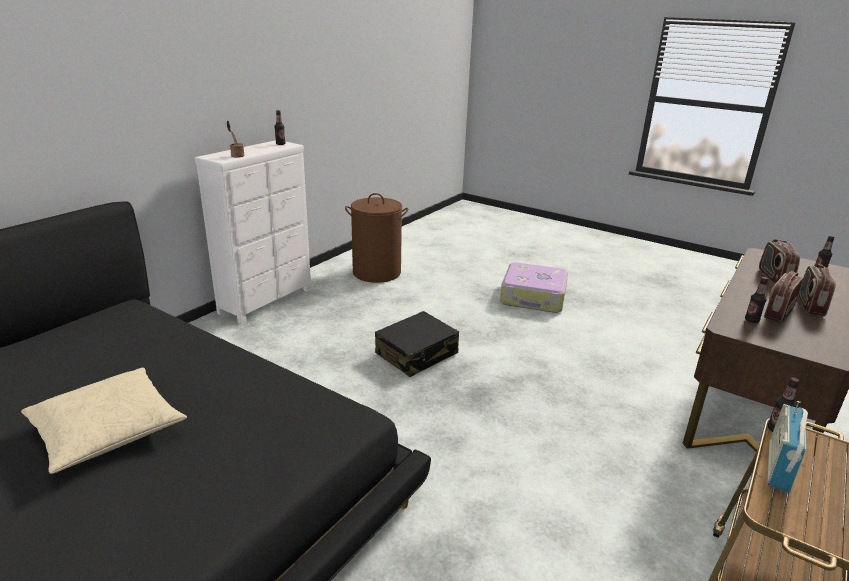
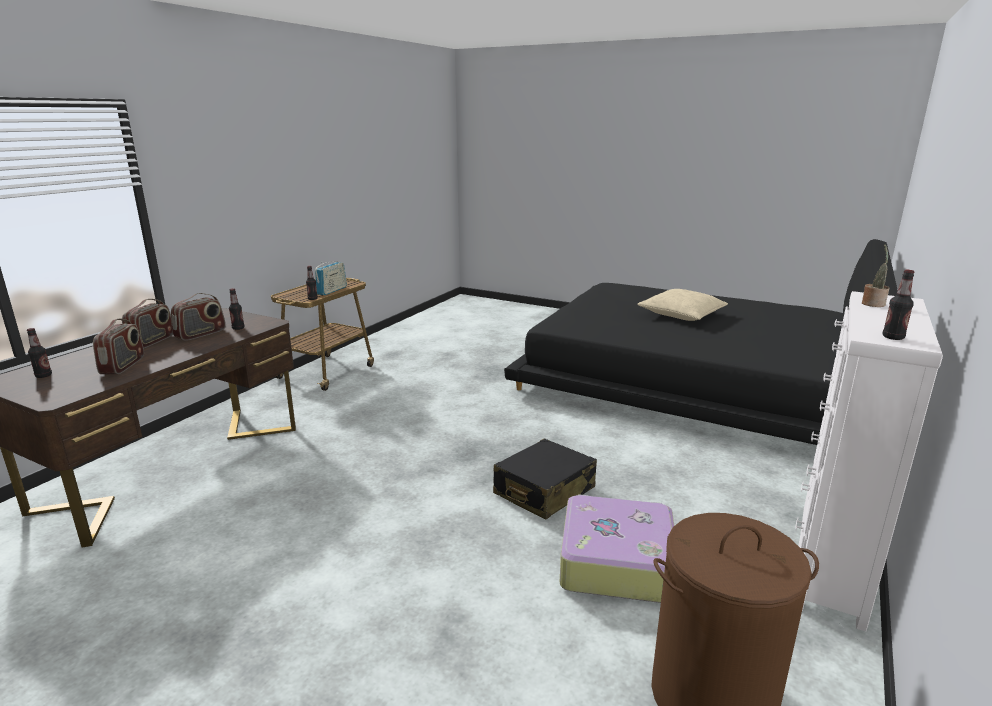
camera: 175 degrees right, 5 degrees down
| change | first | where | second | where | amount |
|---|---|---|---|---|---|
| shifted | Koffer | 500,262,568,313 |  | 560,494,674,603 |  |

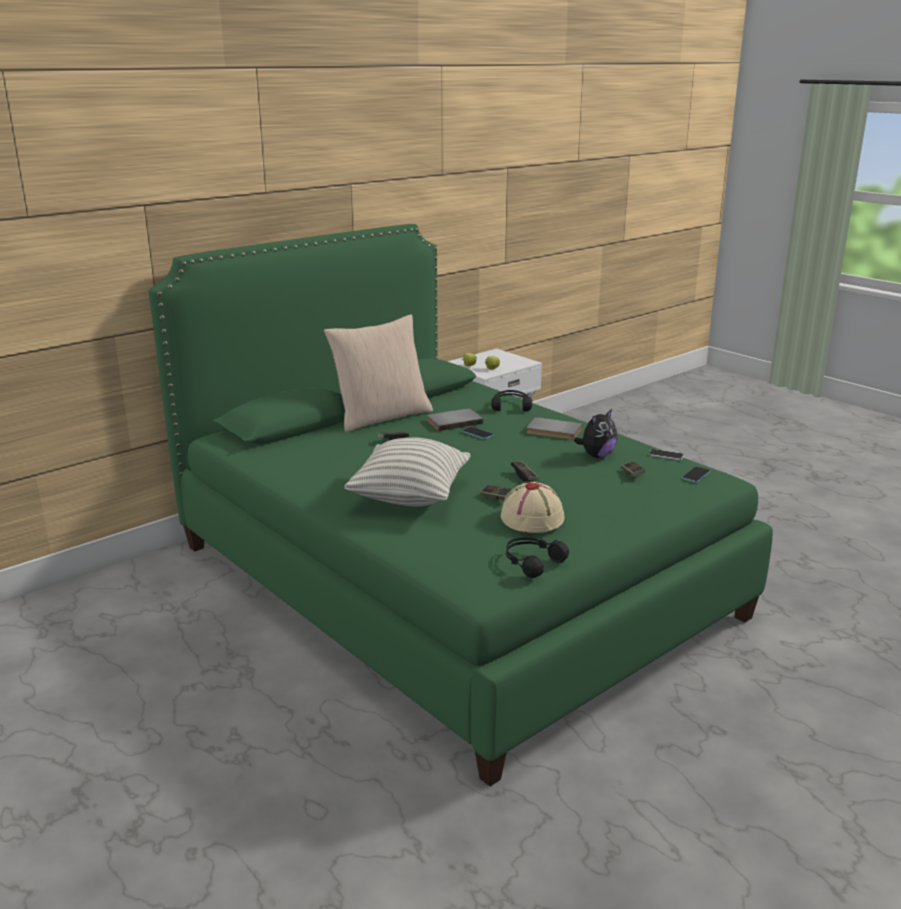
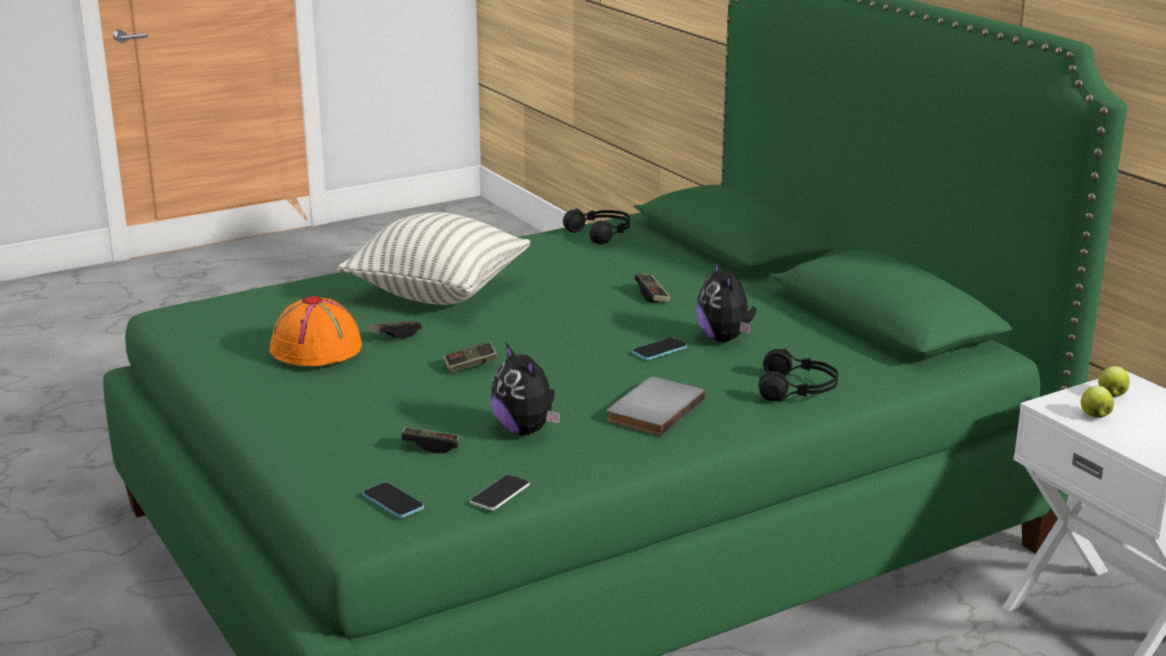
camera: 100 degrees right, 0 degrees up
| change | first | where | second | where | amount |
|---|---|---|---|---|---|
| repainted | Hut (beige) | 501,482,565,533 | Hut (orange) | 270,296,362,366 |  |
| shifted | Kopfhörer (schwarz) | 506,537,569,578 |  | 563,208,630,244 |  |
| swapped | Buch (grau) | 427,408,483,431 | Plüschtier | 696,260,757,342 |  |
| gone | Kissen (beige) | 324,314,433,432 |  |  |  |

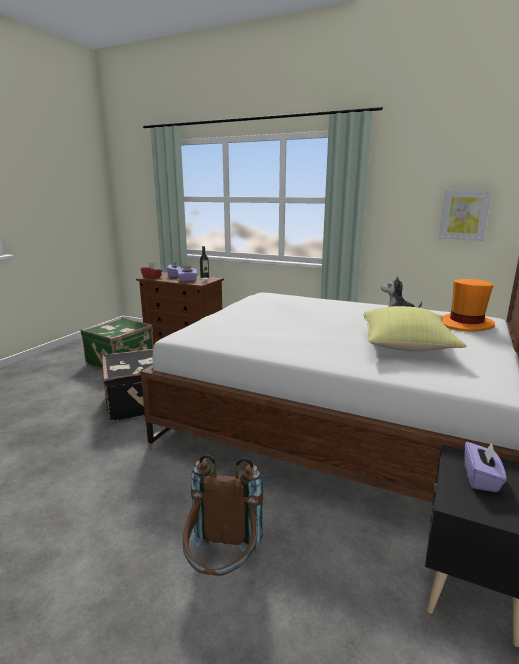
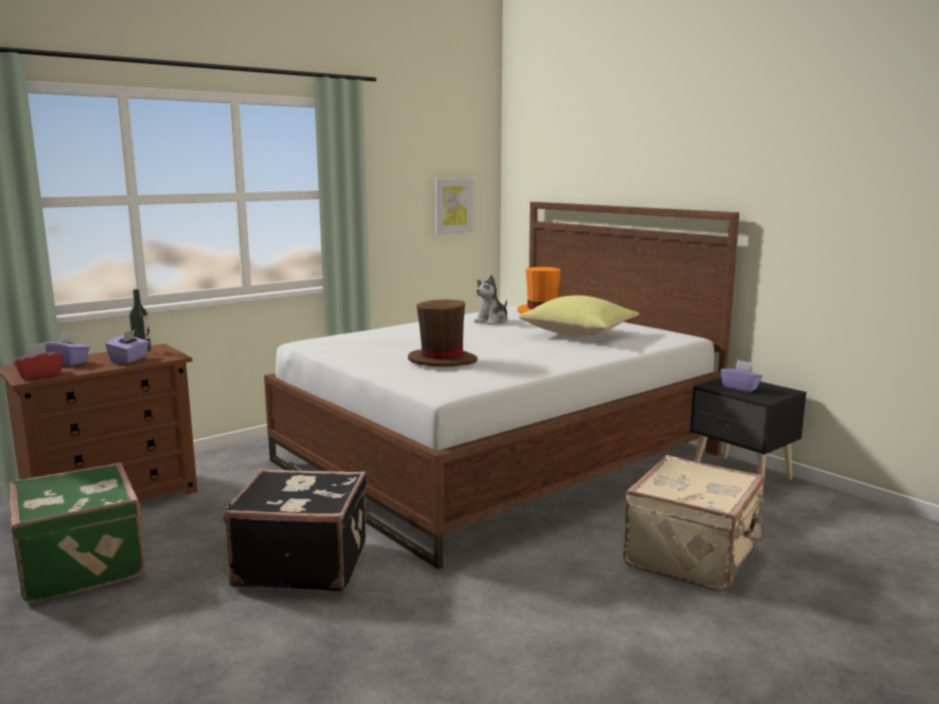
camera: 65 degrees left, 5 degrees down
| change | first | where | second | where | amount |
|---|---|---|---|---|---|
| new |  |  | Hut (braun) | 408,299,477,367 |  |
| swapped | Rucksack (braun) | 182,454,263,576 | Koffer (beige) | 623,455,764,592 |  |

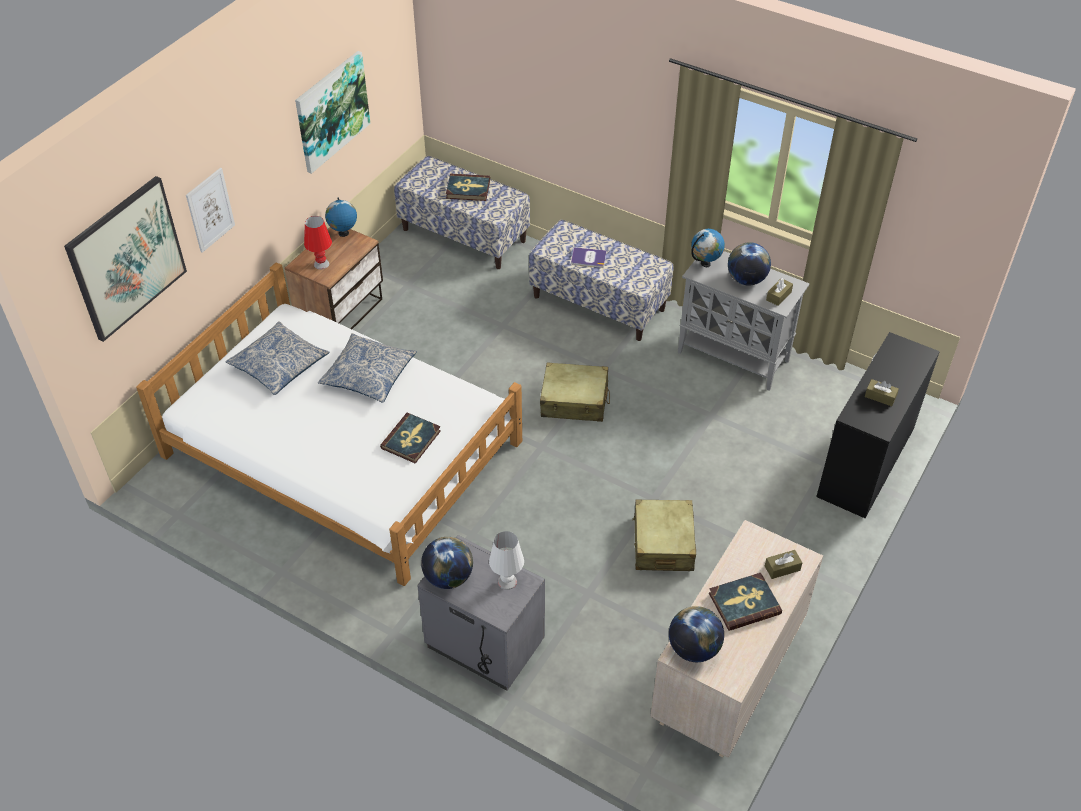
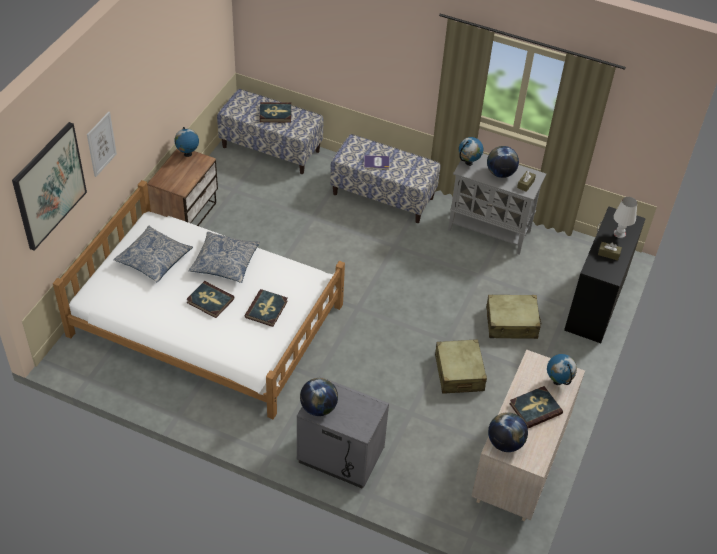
camera: 10 degrees left, 0 degrees up
| change | first | where | second | where | amount |
|---|---|---|---|---|---|
| new |  |  | Buch | 186,281,234,318 |  |
| shifted | Koffer (beige) | 540,363,610,422 |  | 486,295,542,339 |  |
| swapped | Taschentuchbox (braun) | 765,550,802,579 | Globus | 547,354,577,385 |  |
| shifted | Tischlampe (weiß) | 489,531,524,590 |  | 614,197,637,238 |  |
| gone | Bild | 295,51,370,174 |  |  |  |
| gone | Tischlampe (rot) | 304,216,332,269 |  |  |  |

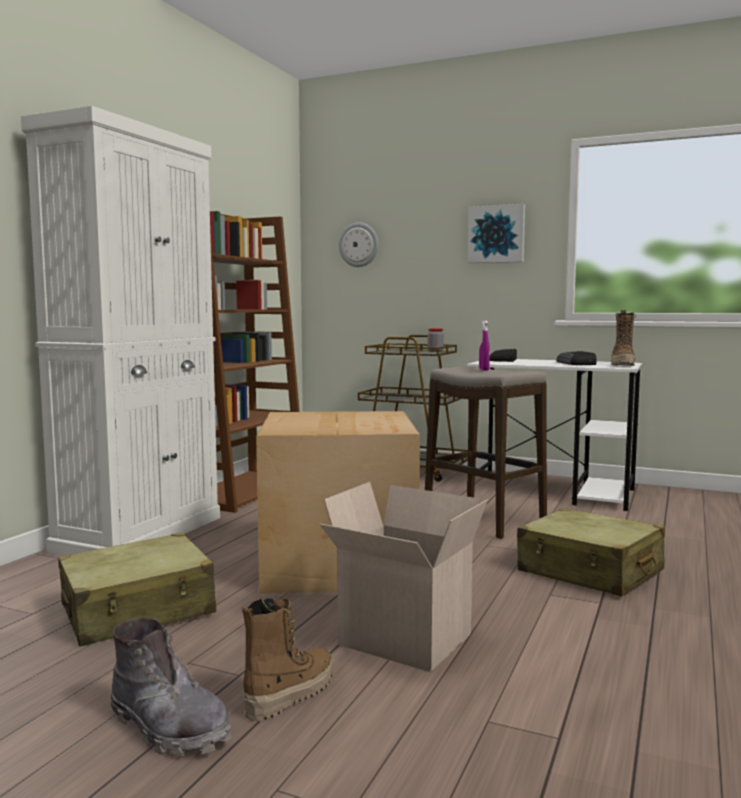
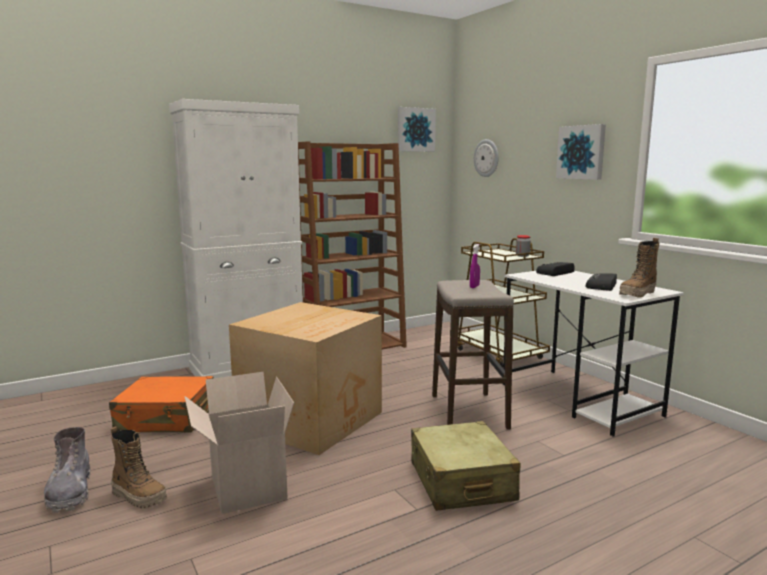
camera: 35 degrees right, 5 degrees up
| change | first | where | second | where | amount |
|---|---|---|---|---|---|
| repainted | Koffer (beige) | 58,533,216,647 | Koffer (orange) | 109,376,214,433 |  |
| rotated | Stiefel | 242,598,332,721 |  | 111,426,167,508 | 45 degrees clockwise |
| new |  |  | Bild | 398,107,436,152 |  |

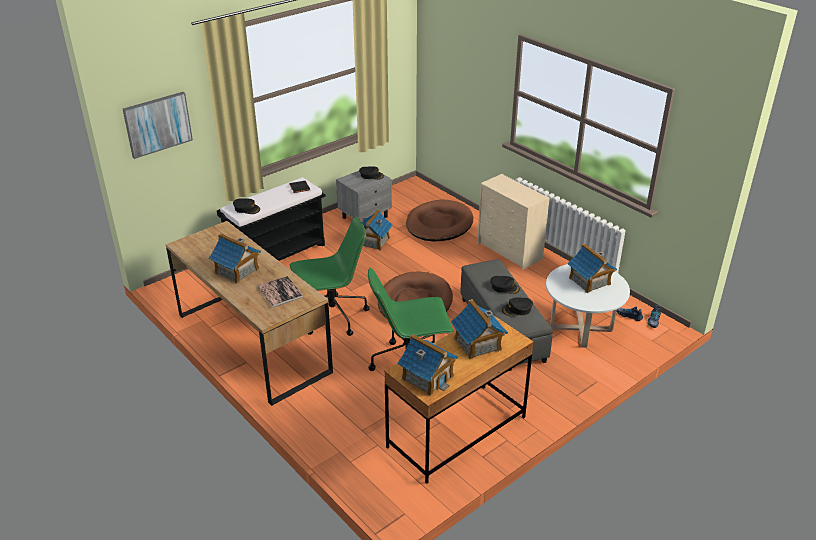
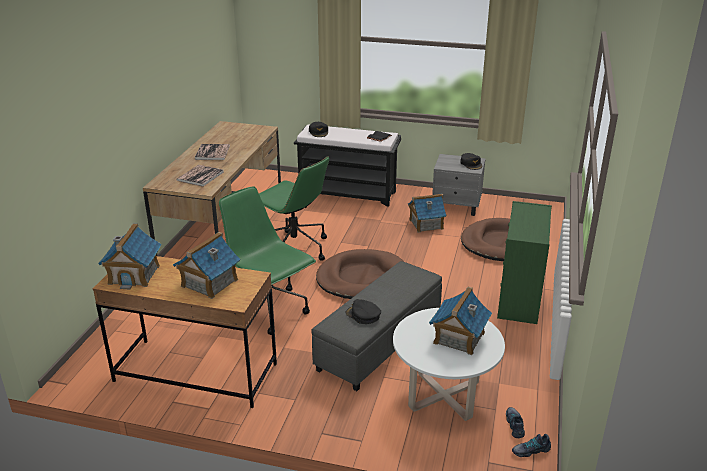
camera: 55 degrees right, 5 degrees down
| change | first | where | second | where | amount |
|---|---|---|---|---|---|
| swapped | Spielzeughaus | 209,233,261,284 | Buch | 194,144,230,160 |  |
| repainted | Kommode (beige) | 477,174,550,270 | Kommode (grün) | 497,201,552,324 |  |
| gone | Bild | 123,92,193,159 |  |  |  |
| gone | Kappe (schwarz) | 490,276,520,294 |  |  |  |

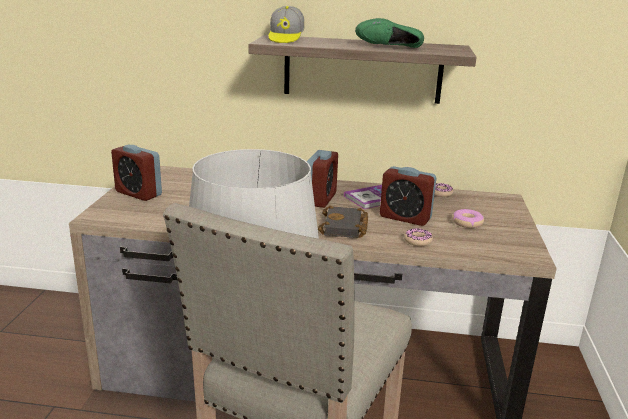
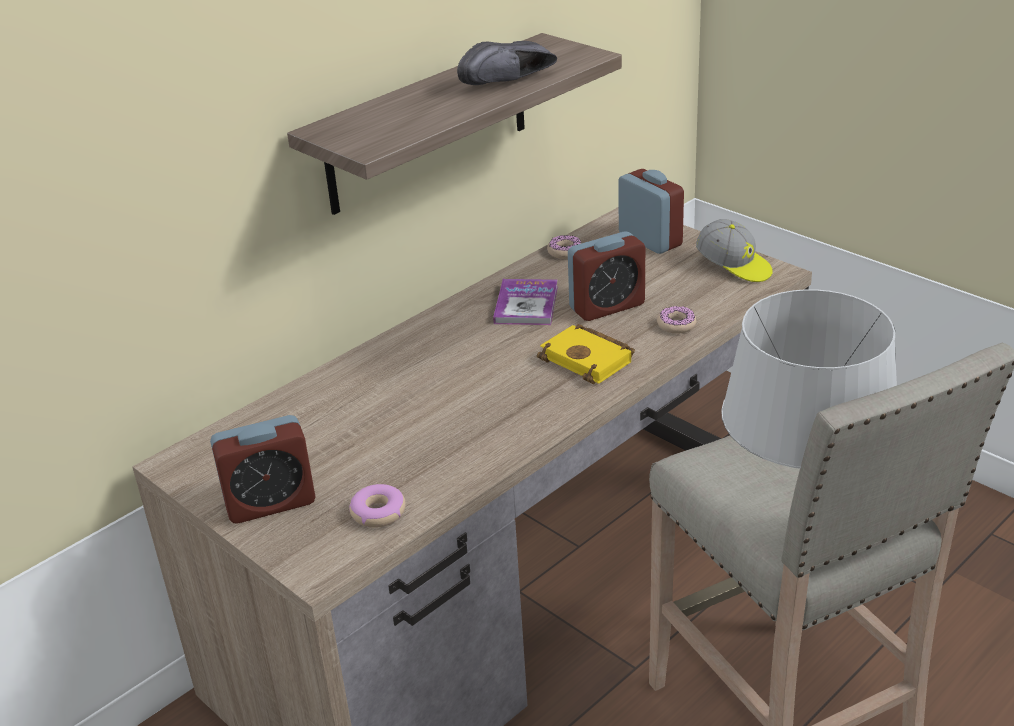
camera: 50 degrees left, 10 degrees up
| change | first | where | second | where | amount |
|---|---|---|---|---|---|
| shifted | Donut | 452,209,484,228 |  | 349,484,406,528 |  |
| repainted | Schuh (grün) | 355,18,424,48 | Schuh (schwarz) | 457,41,557,85 |  |
| repainted | Buch (schwarz) | 318,206,368,238 | Buch (gelb) | 537,324,635,384 |  |
| shifted | Wecker | 306,150,338,208 |  | 618,169,684,254 |  |
| shifted | Kappe | 269,6,305,43 |  | 696,219,773,282 |  |

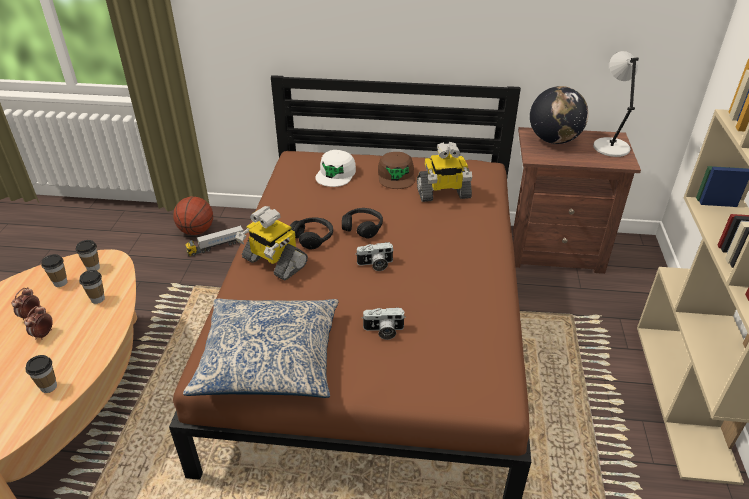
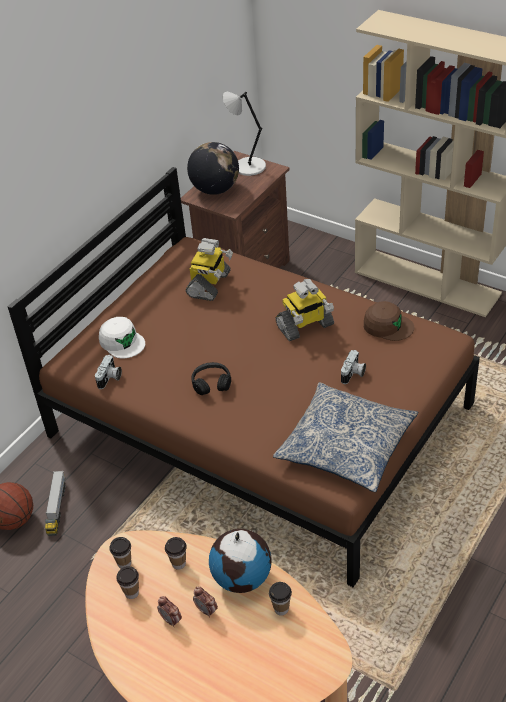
camera: 60 degrees left, 5 degrees up
| change | first | where | second | where | amount |
|---|---|---|---|---|---|
| shifted | Kamera | 356,242,394,271 |  | 95,355,122,389 |  |
| new |  |  | Globus | 209,529,272,593 |  |
| shifted | Spielzeugroboter | 235,206,308,281 |  | 276,279,334,341 |  |
| shifted | Kappe (braun) | 378,152,415,189 |  | 364,301,414,341 |  |
| gone | Kopfhörer (schwarz) | 342,208,383,239 |  |  |  |

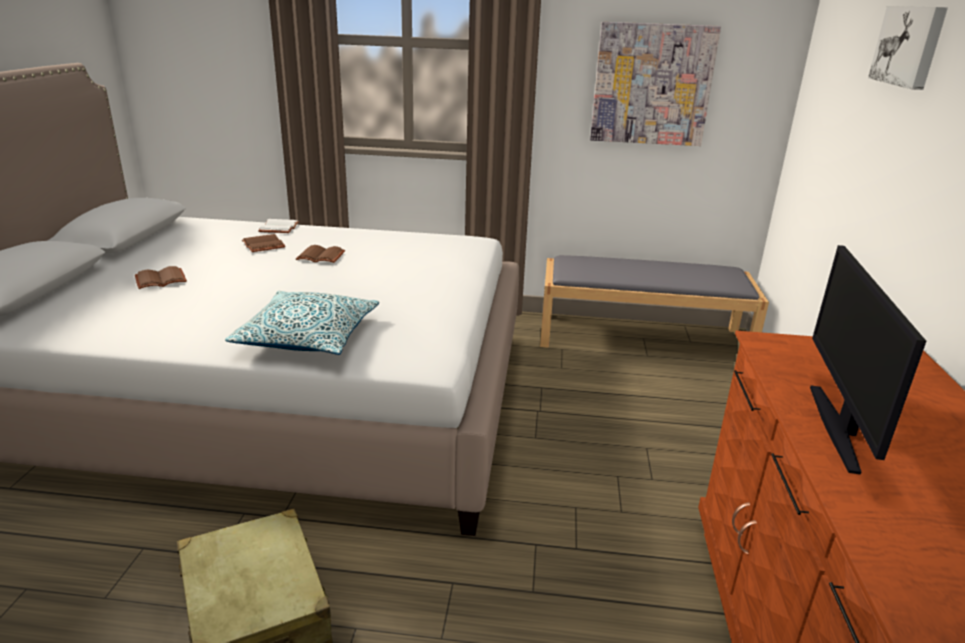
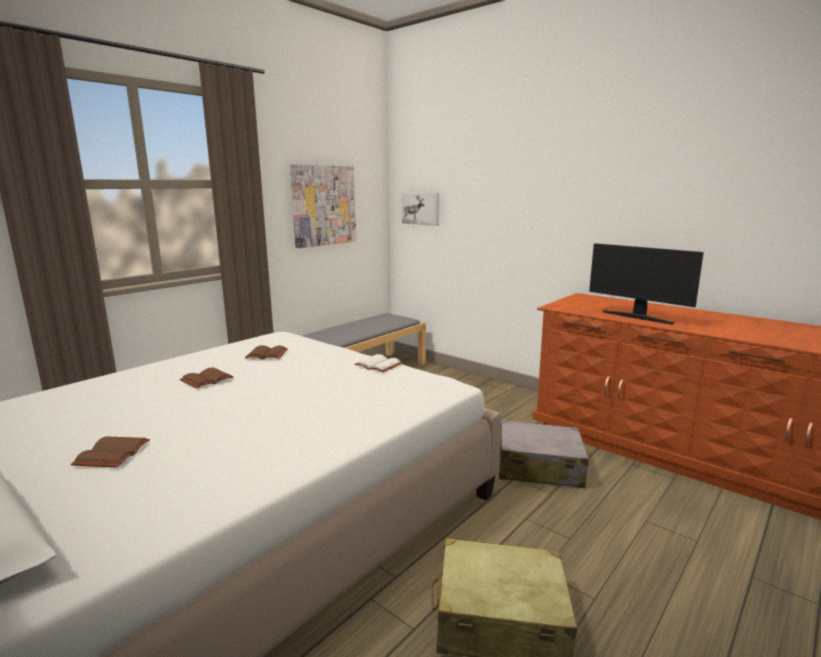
camera: 55 degrees left, 10 degrees down
| change | first | where | second | where | amount |
|---|---|---|---|---|---|
| shifted | Buch (braun) | 242,234,286,252 |  | 245,345,288,359 |  |
| shifted | Buch (weiß) | 258,219,300,233 |  | 355,354,403,372 |  |
| shifted | Bild | 868,6,948,90 |  | 402,193,439,226 |  |
| new |  |  | Koffer (grau) | 499,420,589,488 |  |
| gone | Kissen | 225,291,379,355 |  |  |  |

